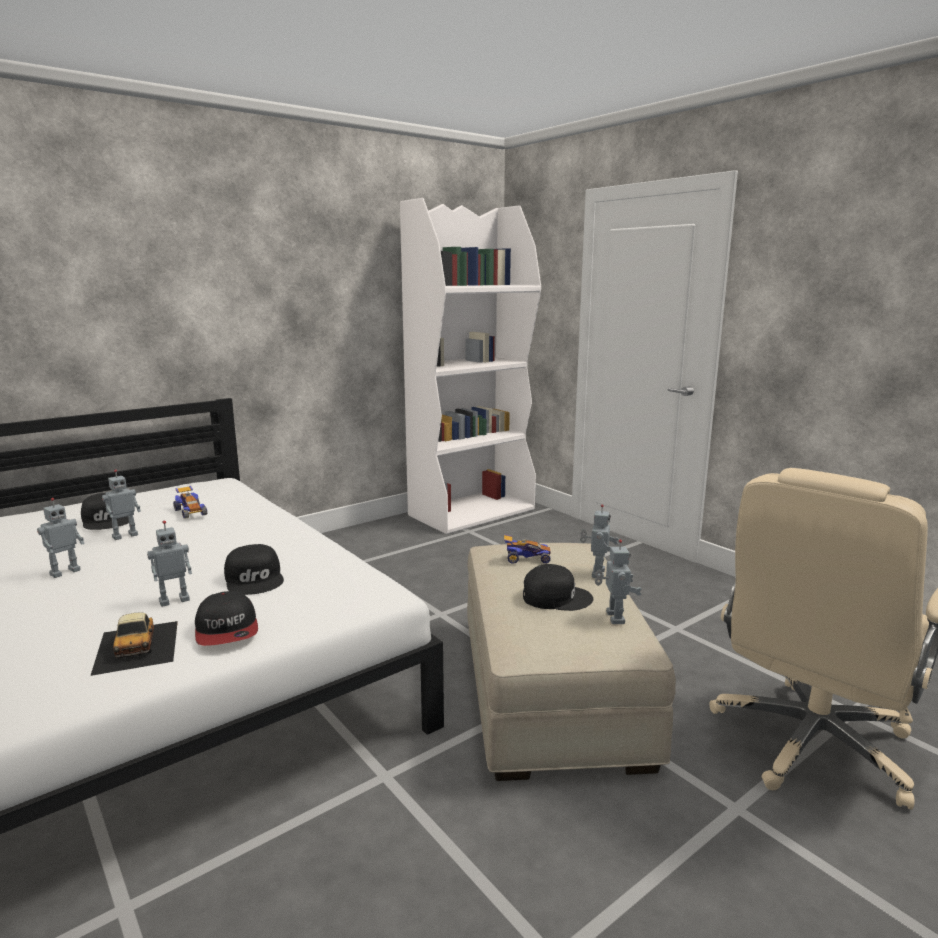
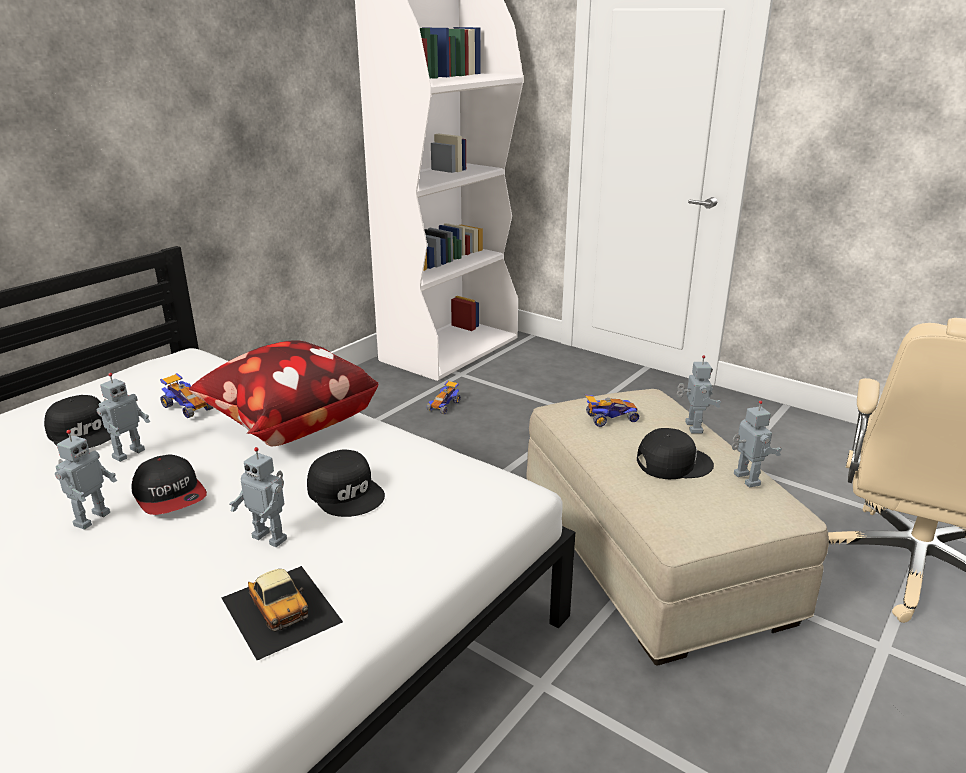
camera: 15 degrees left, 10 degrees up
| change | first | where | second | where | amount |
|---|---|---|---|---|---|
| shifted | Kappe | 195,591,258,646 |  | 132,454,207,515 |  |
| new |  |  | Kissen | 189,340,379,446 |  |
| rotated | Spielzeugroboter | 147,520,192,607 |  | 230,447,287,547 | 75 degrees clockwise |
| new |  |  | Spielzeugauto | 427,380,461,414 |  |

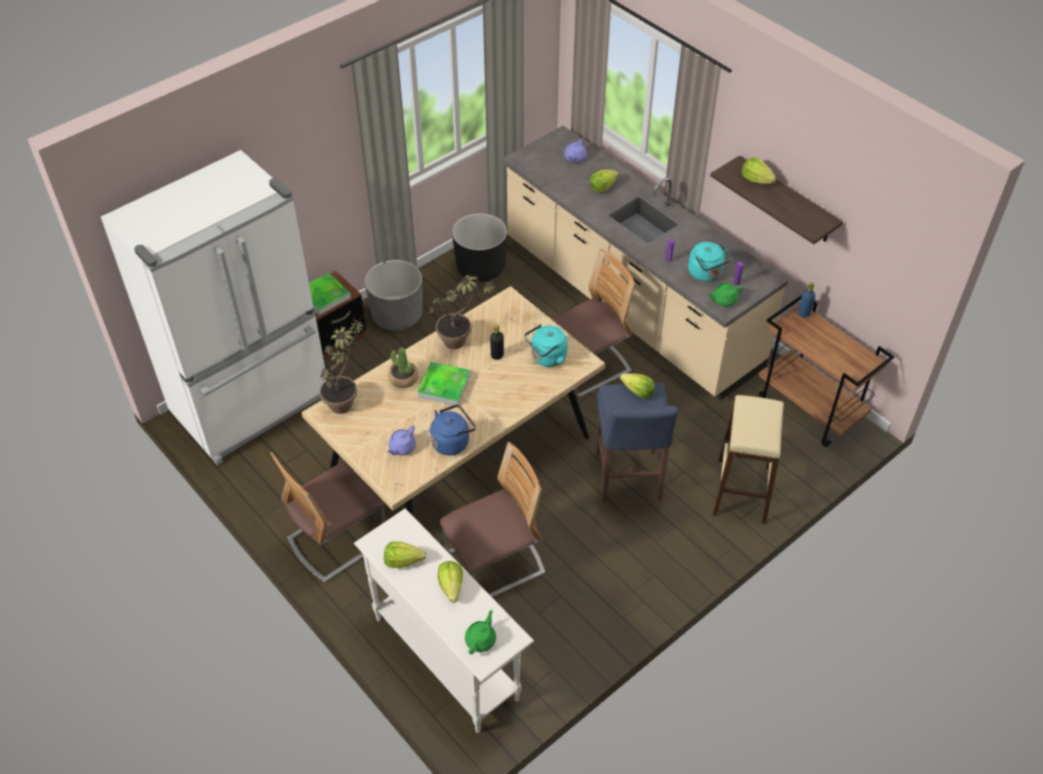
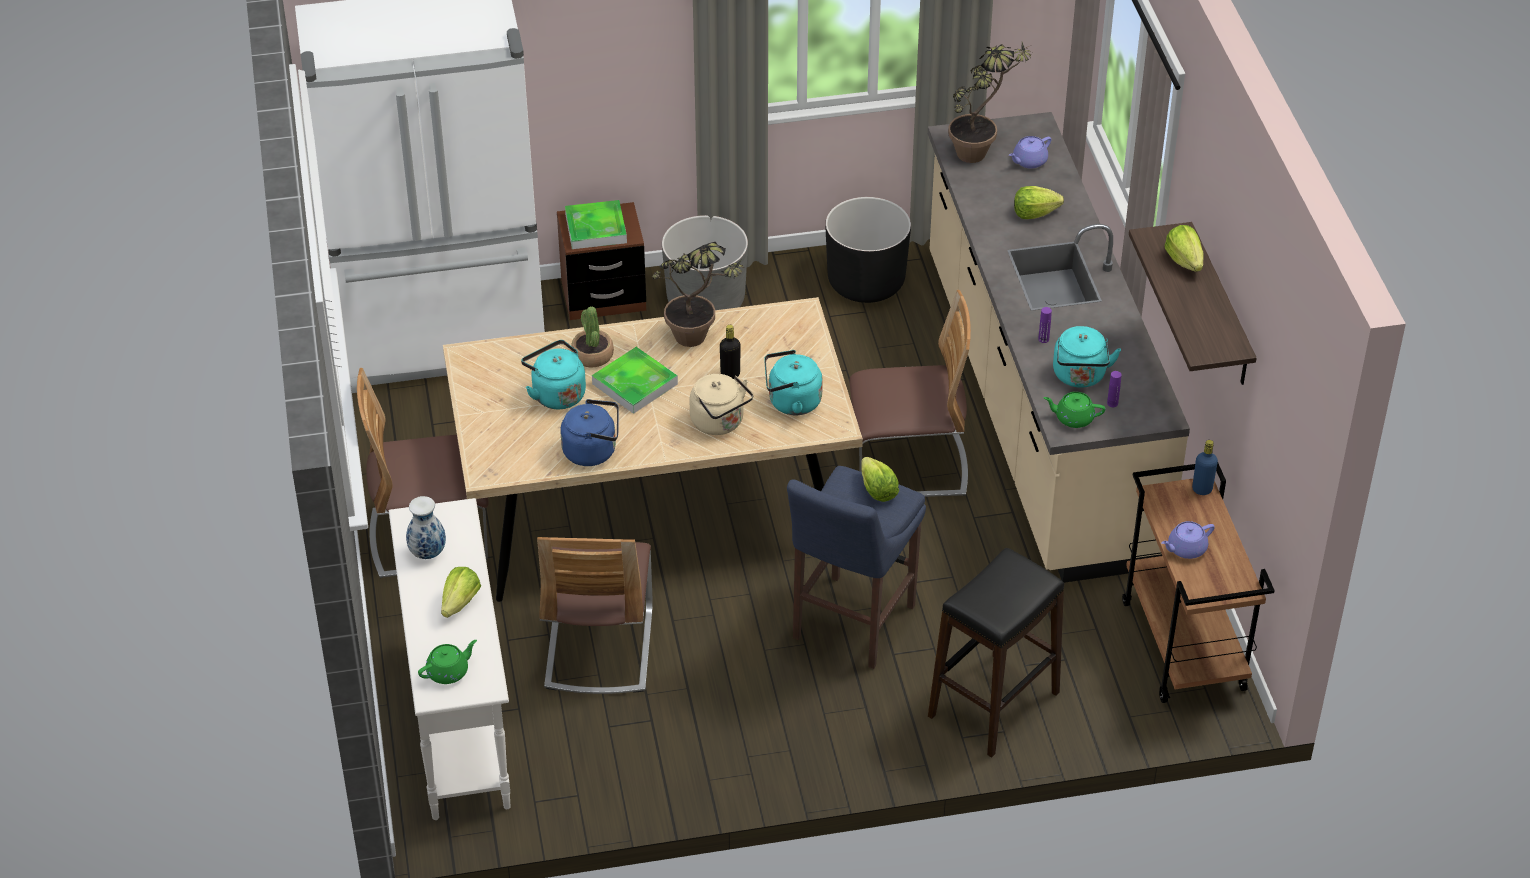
camera: 30 degrees right, 5 degrees down
| change | first | where | second | where | amount |
|---|---|---|---|---|---|
| swapped | Salatkopf | 384,541,426,568 | Vase | 406,496,446,559 |  |
| new |  |  | Wasserkessel (türkis) | 521,340,586,409 |  |
| rotated | Stuhl | 440,442,545,597 |  | 537,537,653,694 | 90 degrees clockwise |
| new |  |  | Wasserkessel (beige) | 689,374,753,435 |  |
| repainted | Hocker (beige) | 713,395,784,524 | Hocker (schwarz) | 928,548,1064,758 |  |
| shifted | Topfpflanze | 319,318,364,414 |  | 948,42,1032,163 |  |
| shifted | Teekanne (lila) | 387,426,416,456 |  | 1161,521,1215,559 |  |

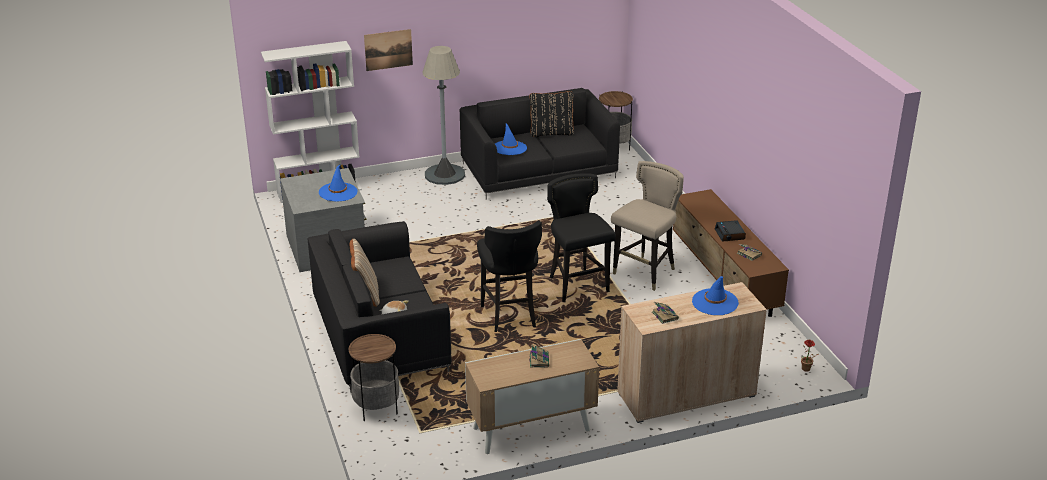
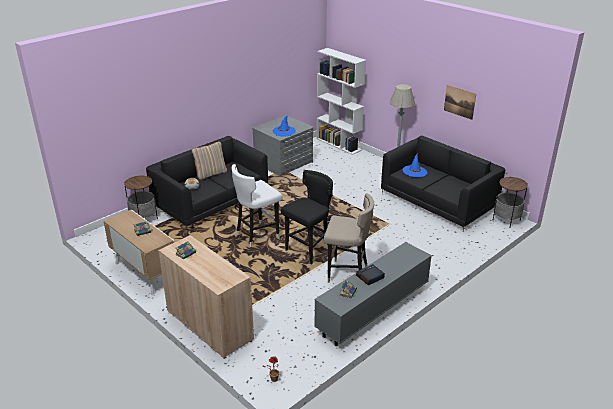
camera: 65 degrees right, 0 degrees up
| change | first | where | second | where | amount |
|---|---|---|---|---|---|
| repainted | Hocker (schwarz) | 477,221,542,332 | Hocker (weiß) | 232,164,282,247 |  |
| repainted | Fernsehschrank (braun) | 673,189,789,317 | Fernsehschrank (grau) | 314,242,432,346 |  |
| shifted | Bild | 364,29,413,71 |  | 444,85,476,120 |  |
| gone | Kissen (schwarz) | 530,91,574,137 |  |  |  |
| gone | Hut (blau) | 692,276,739,315 |  |  |  |

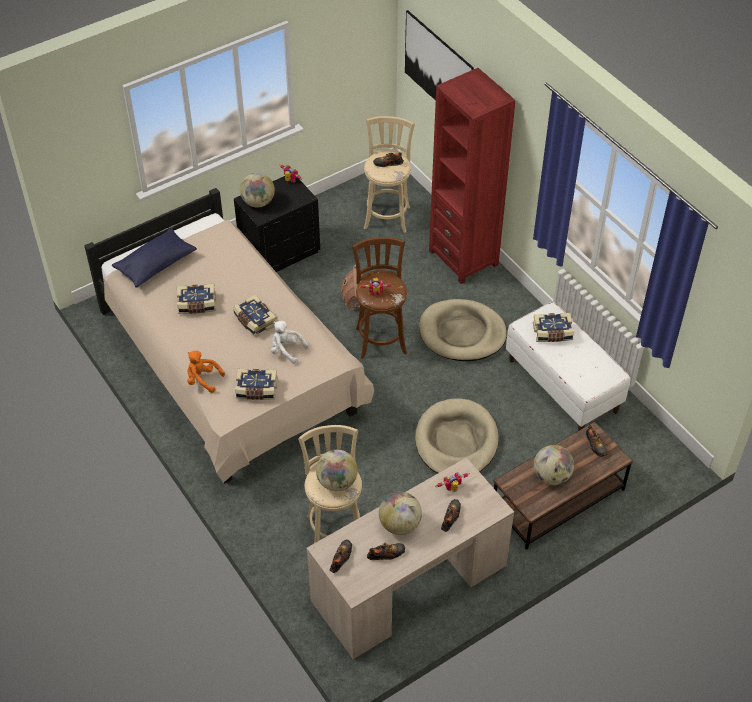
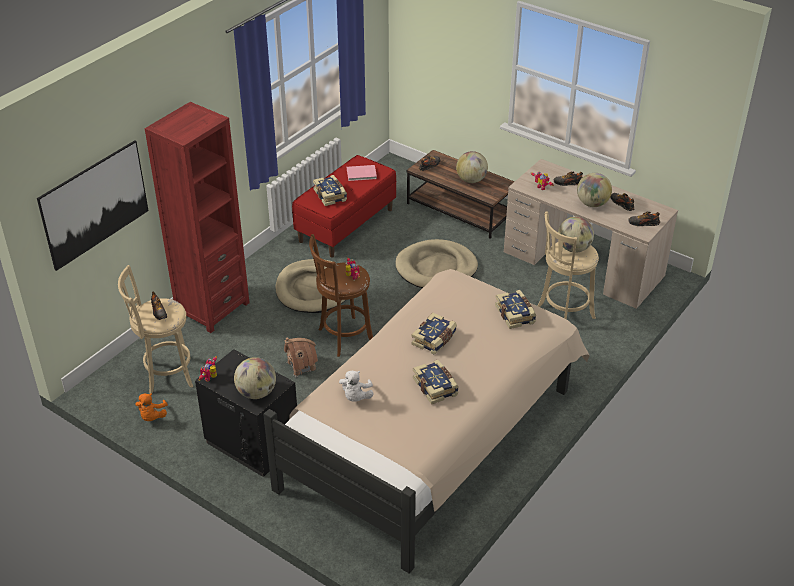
camera: 110 degrees left, 10 degrees down
| change | first | where | second | where | amount |
|---|---|---|---|---|---|
| shifted | Plüschtier (orange) | 187,351,225,393 |  | 135,393,168,421 |  |
| repainted | Bank (weiß) | 506,302,630,431 | Bank (rot) | 292,155,396,258 |  |
| shifted | Plüschtier (weiß) | 271,321,308,364 |  | 339,371,373,402 |  |
| new |  |  | Buch (rosa) | 347,165,377,181 |  |
| gone | Kissen (blau) | 112,228,197,288 |  |  |  |

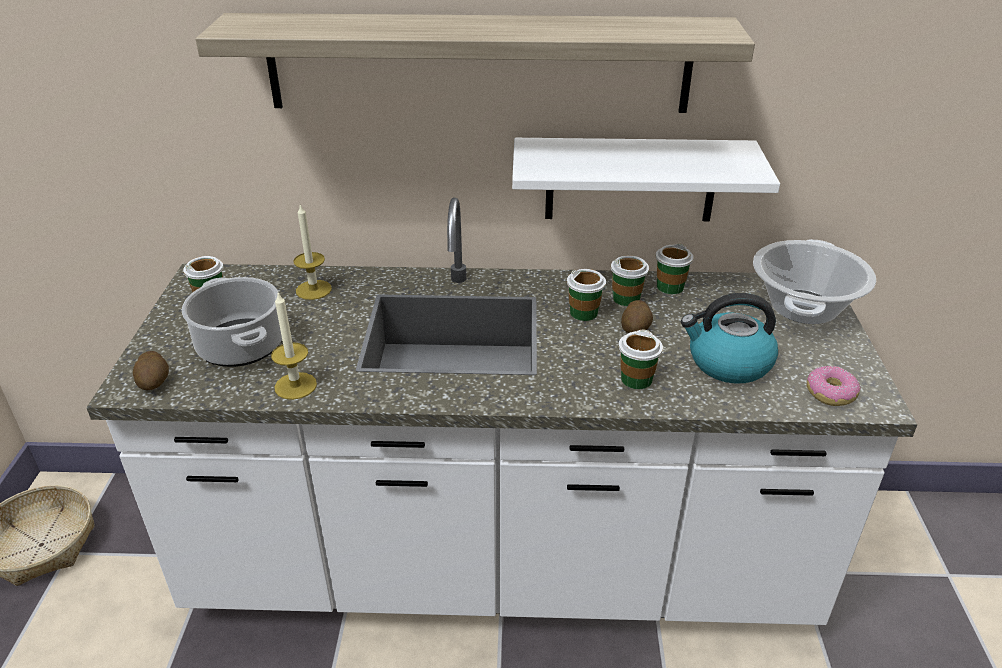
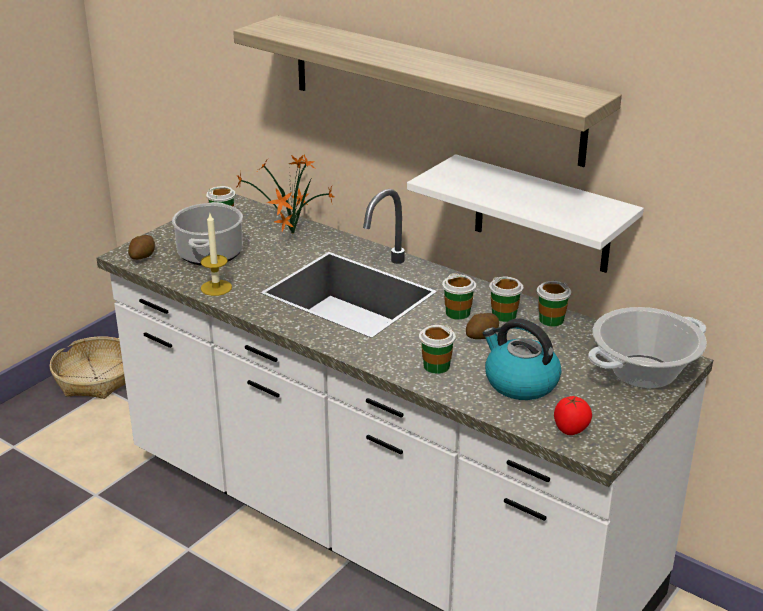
camera: 35 degrees right, 5 degrees down
| change | first | where | second | where | amount |
|---|---|---|---|---|---|
| swapped | Kerze | 293,203,332,300 | Topfpflanze | 237,154,334,233 |  |
| swapped | Donut | 807,366,860,406 | Tomate | 554,396,592,435 |  |

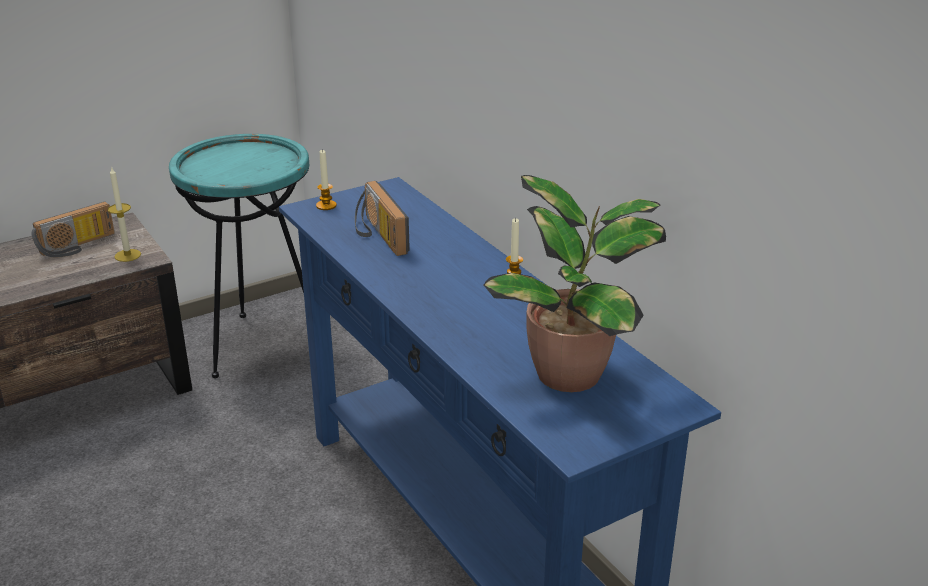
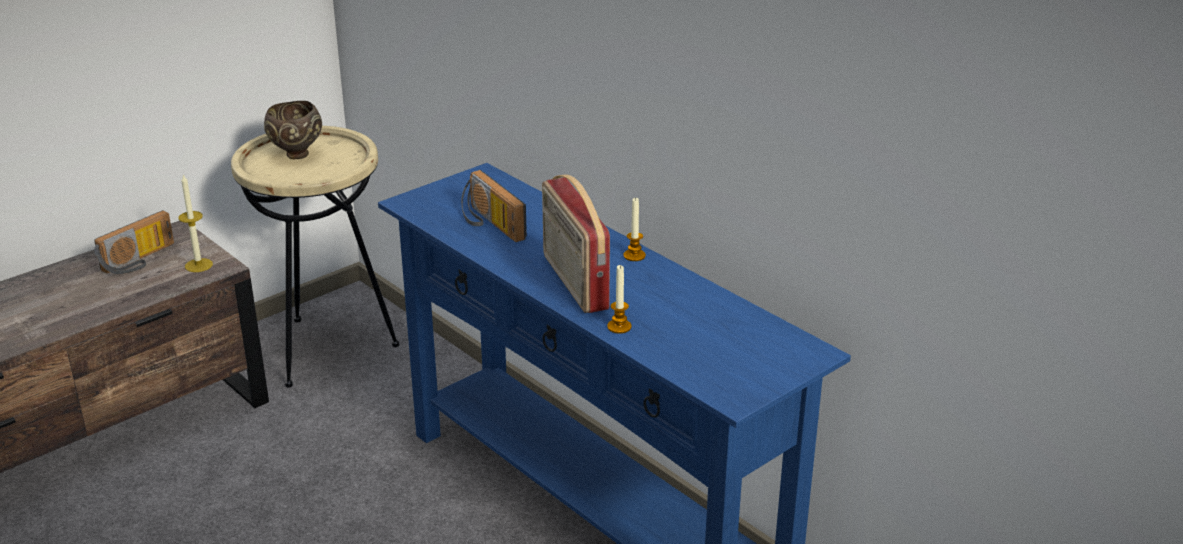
camera: 10 degrees left, 0 degrees up
| change | first | where | second | where | amount |
|---|---|---|---|---|---|
| repainted | Beistelltisch (türkis) | 169,134,309,378 | Beistelltisch (beige) | 231,126,399,387 |  |
| new |  |  | Schüssel (braun) | 264,101,322,159 |  |
| new |  |  | Radio | 542,174,610,313 |  |
| shifted | Kerze | 316,149,337,210 |  | 607,265,631,334 |  |
| gone | Topfpflanze | 484,175,666,392 |  |  |  |

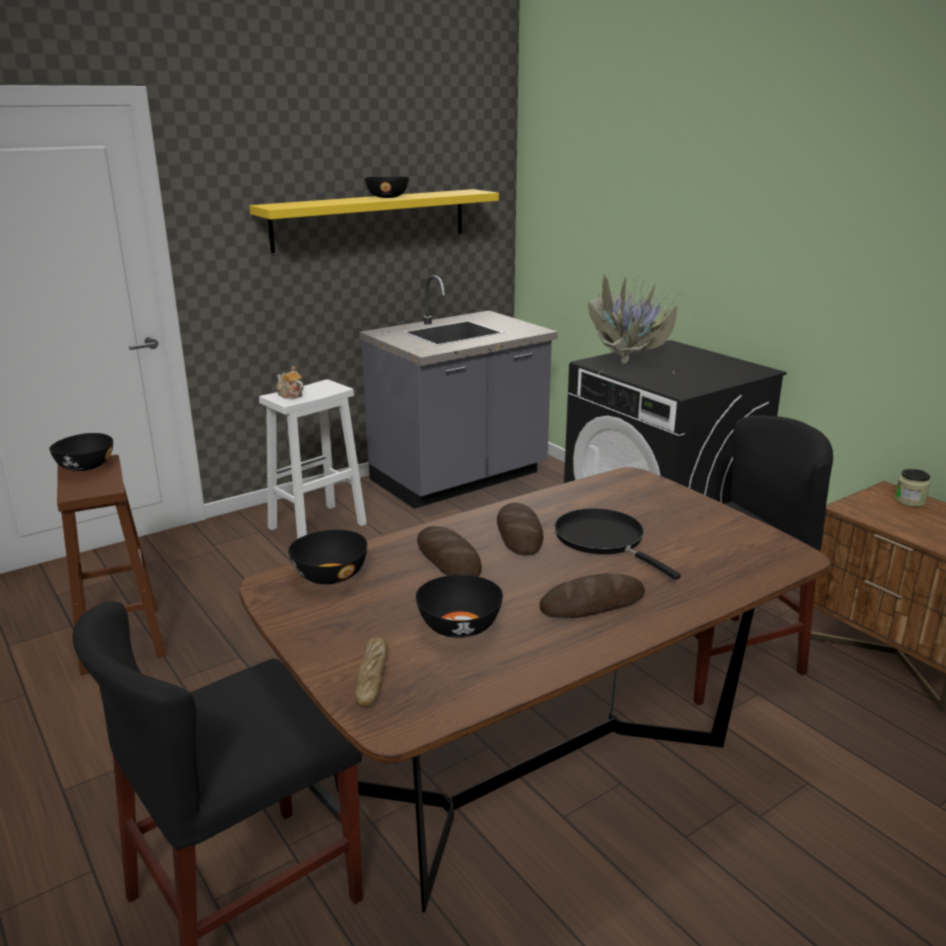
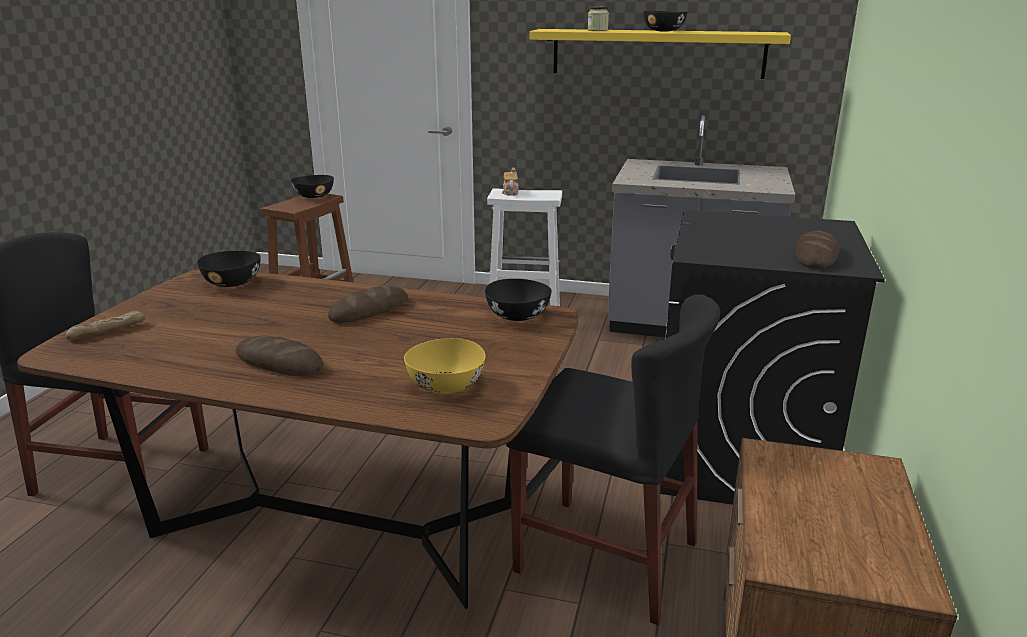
camera: 50 degrees right, 0 degrees up
| change | first | where | second | where | amount |
|---|---|---|---|---|---|
| new |  |  | Schüssel (gelb) | 404,338,485,394 |  |
| shifted | Schüssel (schwarz) | 416,575,503,638 |  | 485,279,552,321 |  |
| shifted | Vorratsglas | 895,469,930,507 |  | 588,7,609,31 |  |
| shifted | Brot | 417,526,482,577 |  | 796,230,839,269 |  |
| gone | Pfanne (schwarz) | 554,508,681,580 |  |  |  |
| gone | Topfpflanze | 588,265,684,373 |  |  |  |

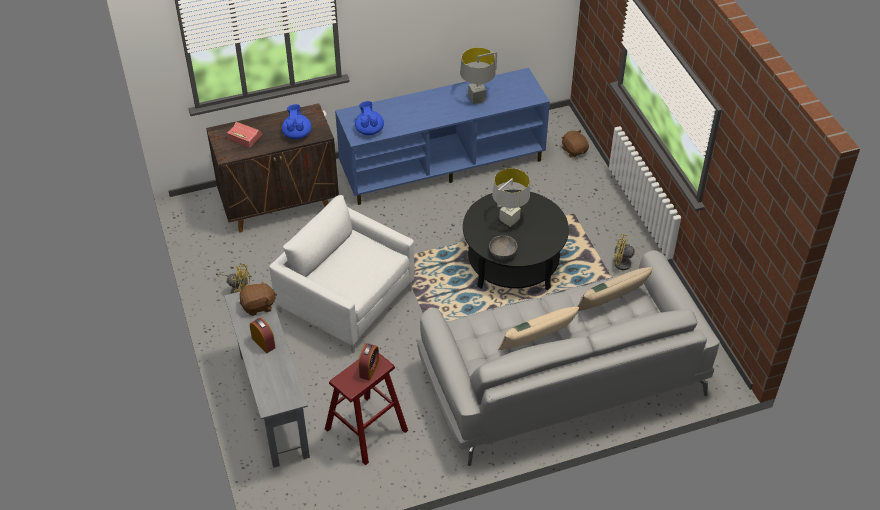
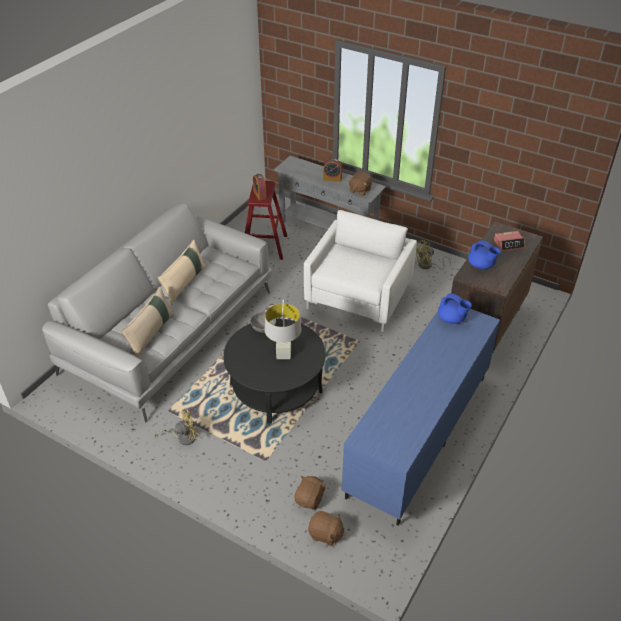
camera: 140 degrees right, 5 degrees down
| change | first | where | second | where | amount |
|---|---|---|---|---|---|
| new |  |  | Plüschtier (braun) | 295,476,326,510 |  |
| rotated | Sessel (weiß) | 269,195,414,353 |  | 304,210,417,332 | 60 degrees counterclockwise |
| gone | Tischlampe (grau) | 460,48,497,104 |  |  |  |

